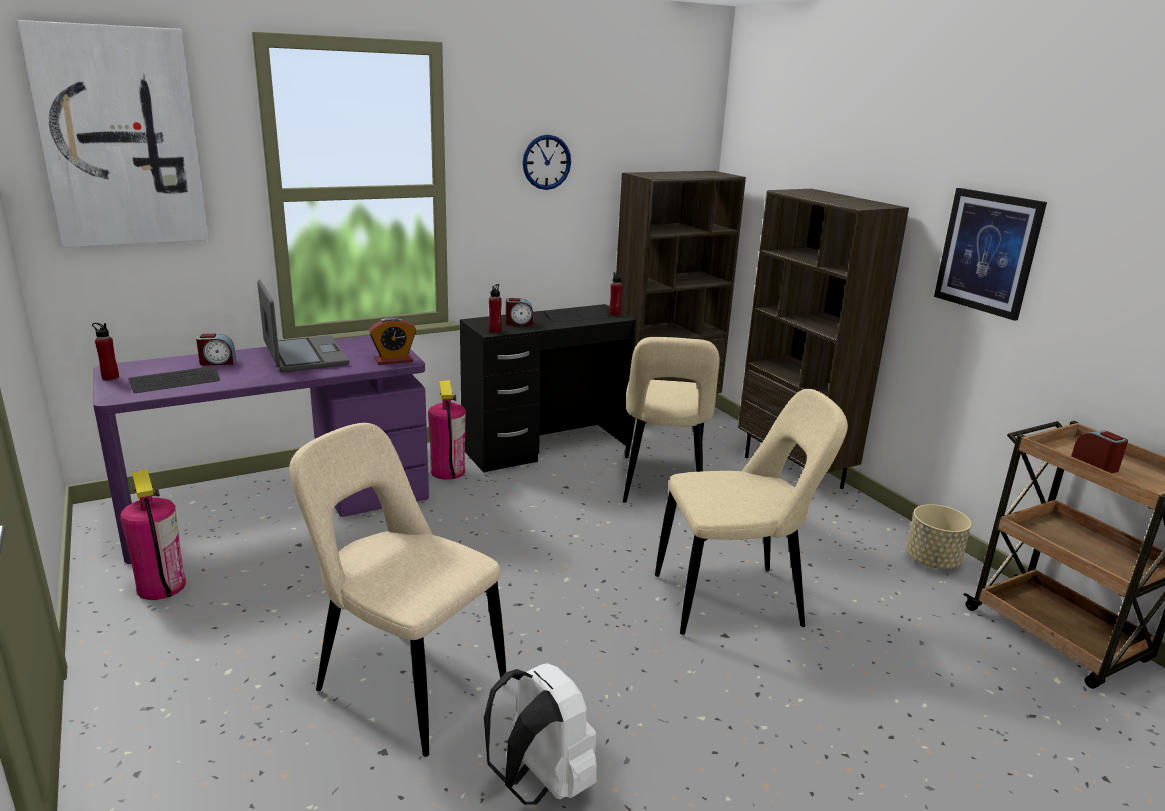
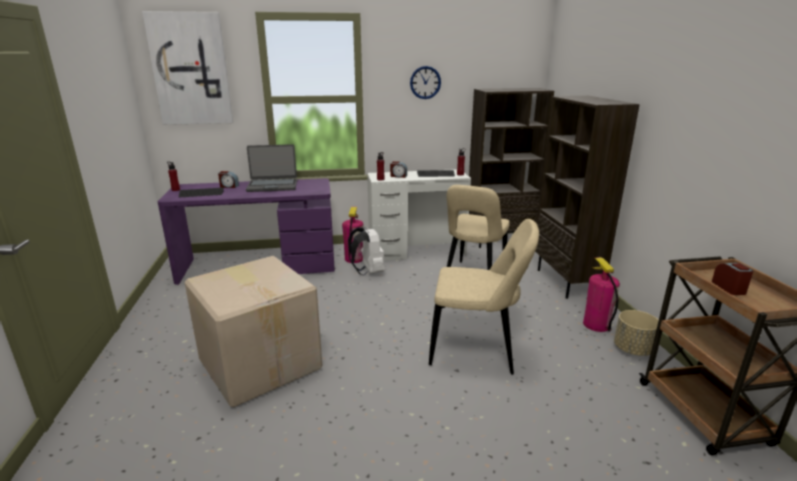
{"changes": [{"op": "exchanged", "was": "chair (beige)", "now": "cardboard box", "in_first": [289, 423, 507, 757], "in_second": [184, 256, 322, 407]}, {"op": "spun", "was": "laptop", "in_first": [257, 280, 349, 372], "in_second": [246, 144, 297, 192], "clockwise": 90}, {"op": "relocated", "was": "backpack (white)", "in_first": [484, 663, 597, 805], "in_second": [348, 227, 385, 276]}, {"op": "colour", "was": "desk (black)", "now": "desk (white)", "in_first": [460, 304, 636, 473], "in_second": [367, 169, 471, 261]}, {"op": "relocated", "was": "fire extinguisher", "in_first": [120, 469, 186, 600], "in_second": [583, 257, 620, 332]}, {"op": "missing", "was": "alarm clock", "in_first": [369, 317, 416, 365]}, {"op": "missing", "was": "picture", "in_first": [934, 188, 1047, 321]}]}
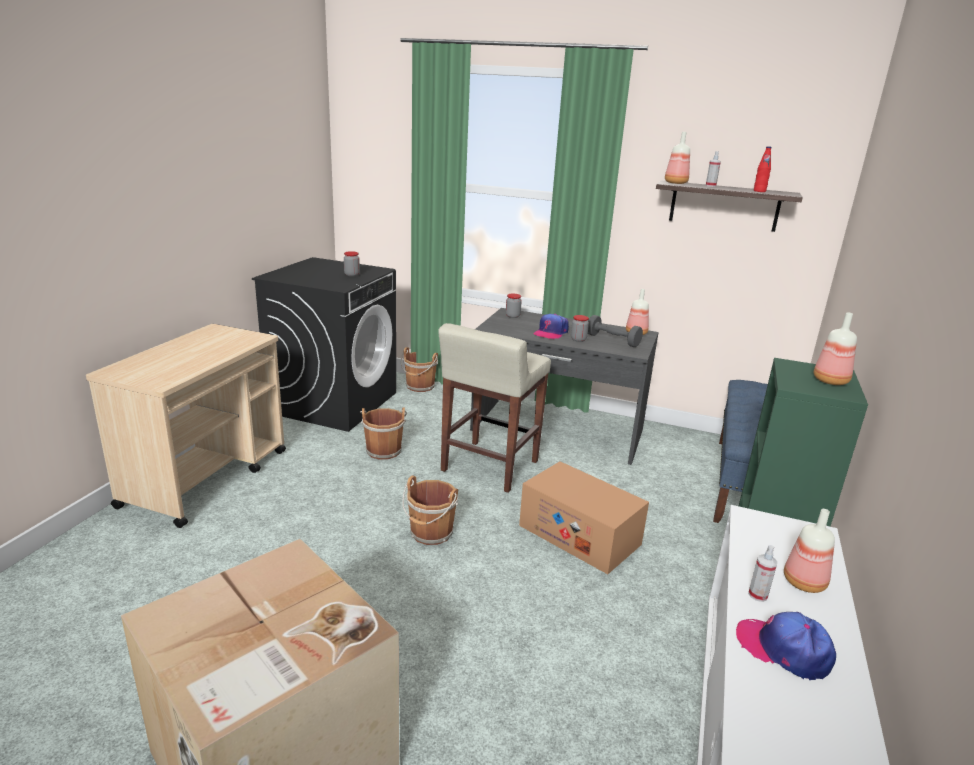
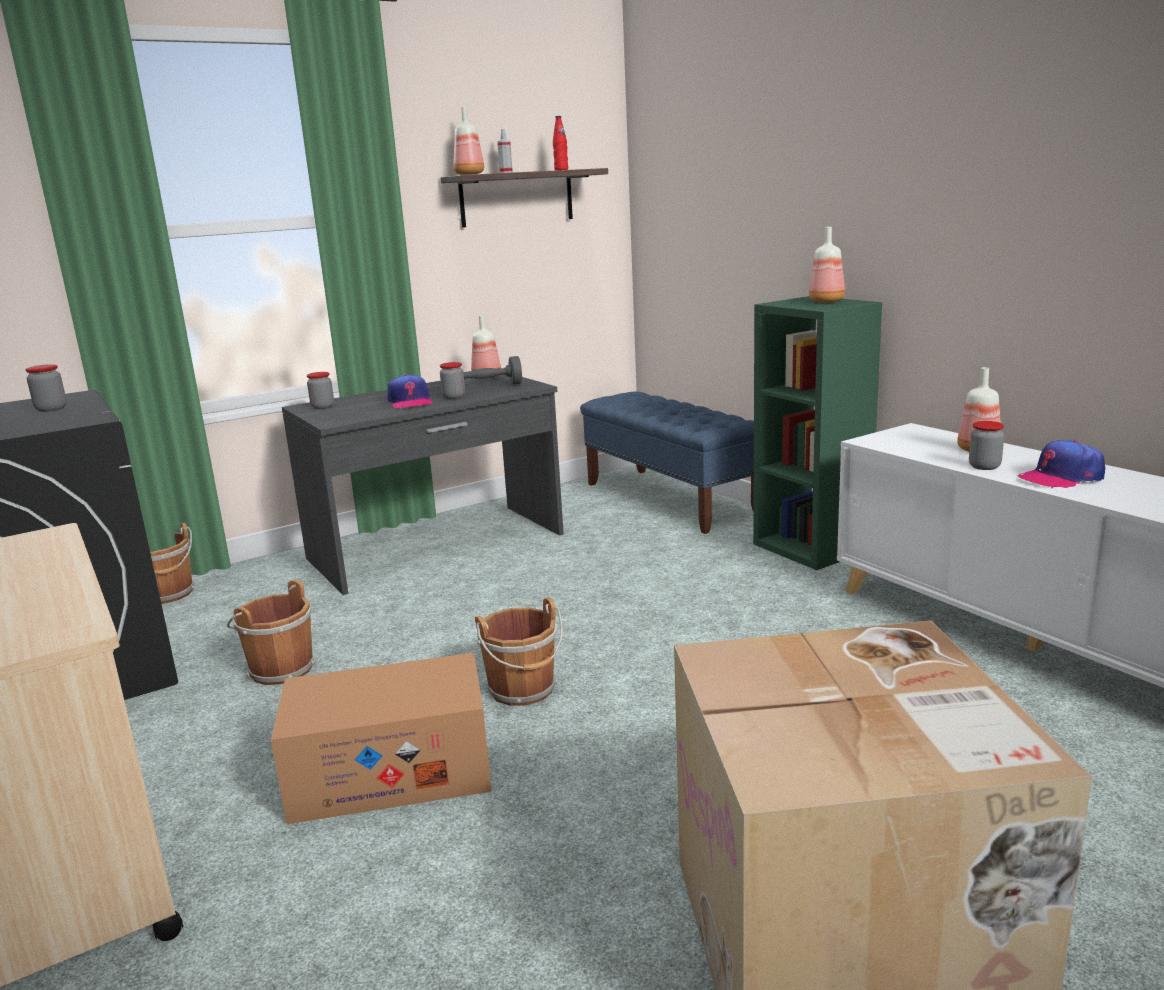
{"changes": [{"op": "relocated", "was": "cardboard box", "in_first": [519, 461, 649, 574], "in_second": [271, 653, 492, 824]}, {"op": "exchanged", "was": "spray bottle", "now": "jar", "in_first": [748, 545, 778, 602], "in_second": [969, 421, 1004, 470]}, {"op": "missing", "was": "stool (beige)", "in_first": [438, 323, 551, 493]}]}
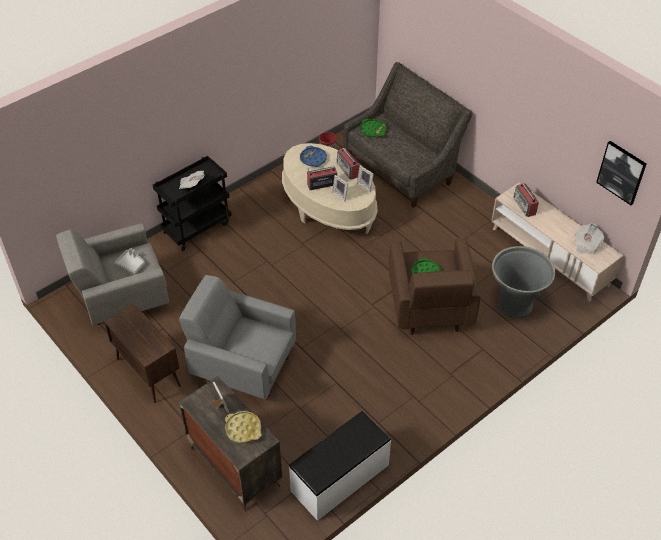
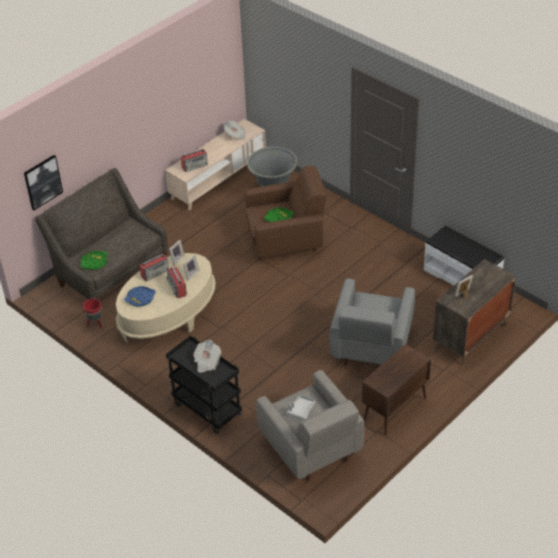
{"changes": [{"op": "relocated", "was": "picture", "in_first": [596, 141, 646, 205], "in_second": [24, 155, 63, 210]}, {"op": "missing", "was": "tray (yellow)", "in_first": [225, 411, 262, 443]}]}
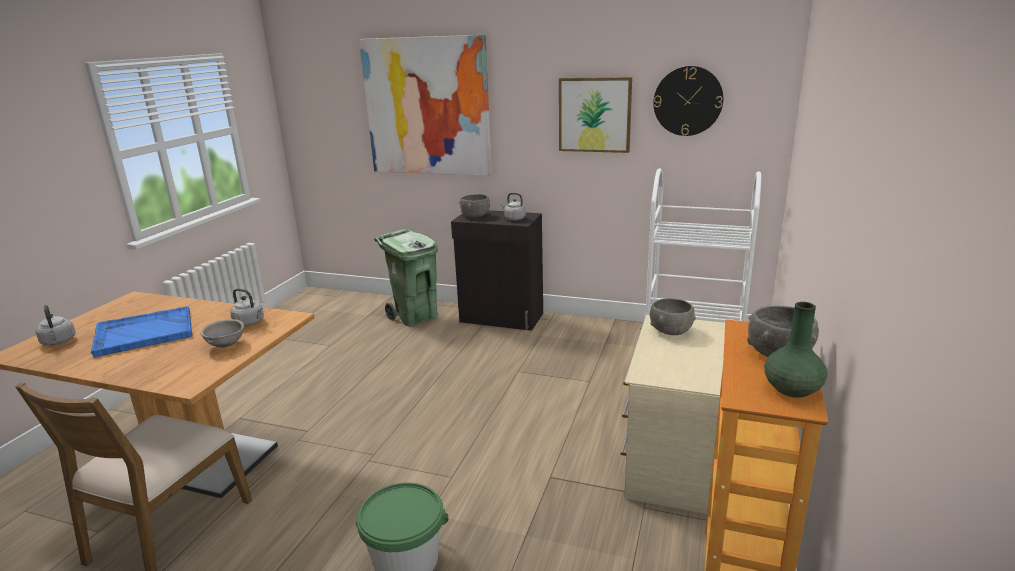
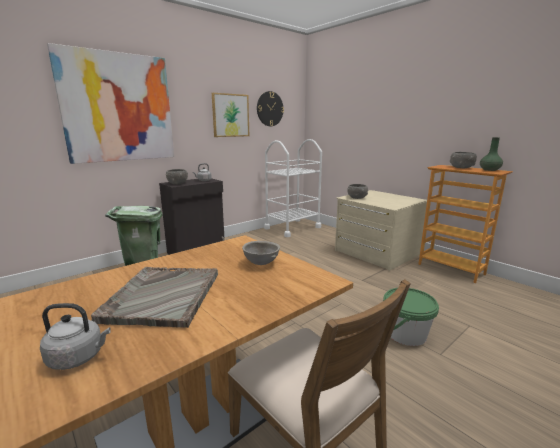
{"changes": [{"op": "colour", "was": "tray (blue)", "now": "tray (grey)", "in_first": [91, 306, 192, 358], "in_second": [91, 267, 218, 328]}, {"op": "missing", "was": "kettle (grey)", "in_first": [230, 288, 264, 326]}]}
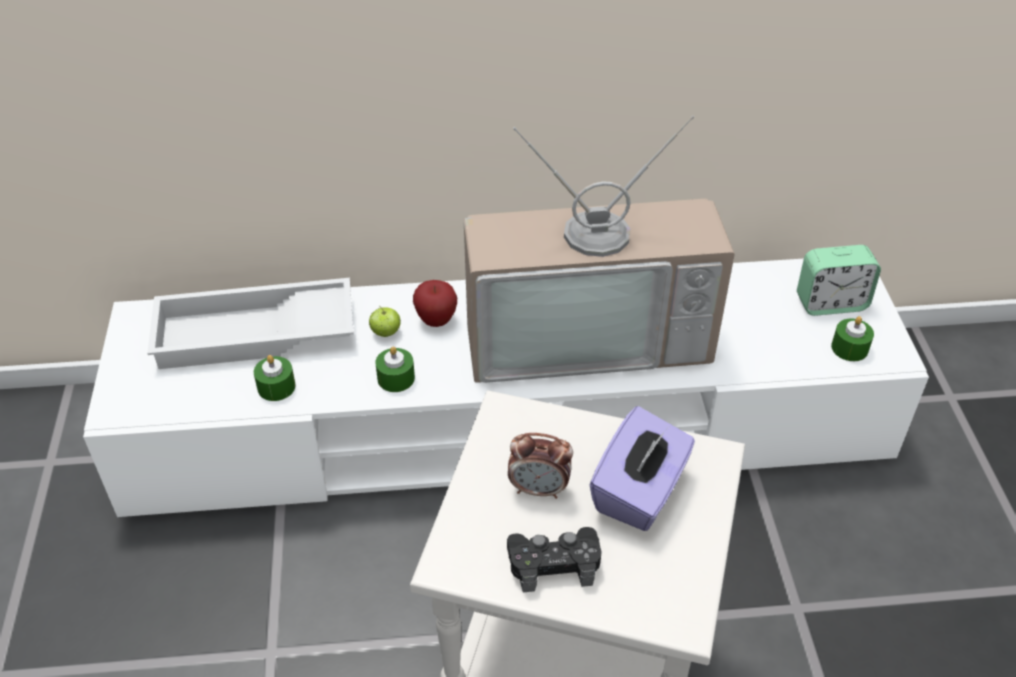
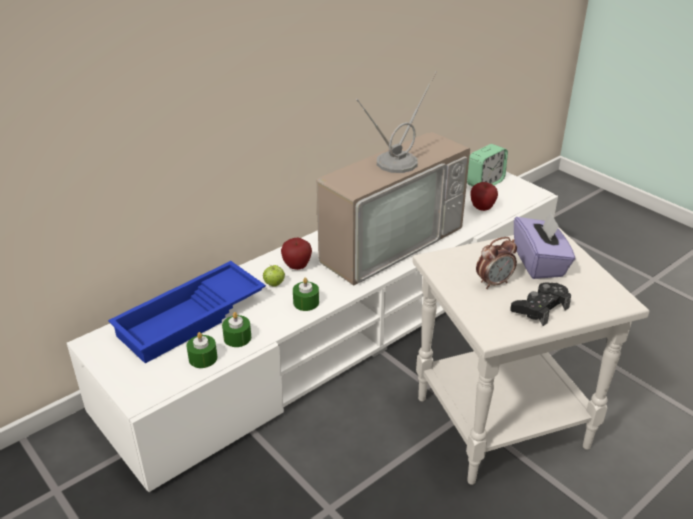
{"changes": [{"op": "colour", "was": "tray (white)", "now": "tray (blue)", "in_first": [147, 278, 354, 369], "in_second": [108, 261, 266, 363]}, {"op": "relocated", "was": "candle (green)", "in_first": [831, 316, 874, 361], "in_second": [187, 332, 217, 368]}, {"op": "appeared", "now": "apple", "in_second": [470, 182, 498, 211]}]}
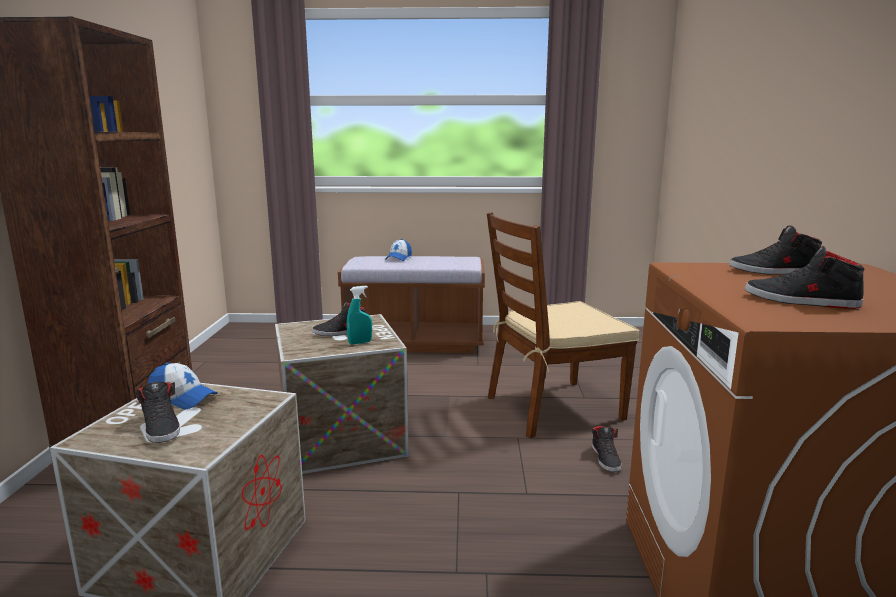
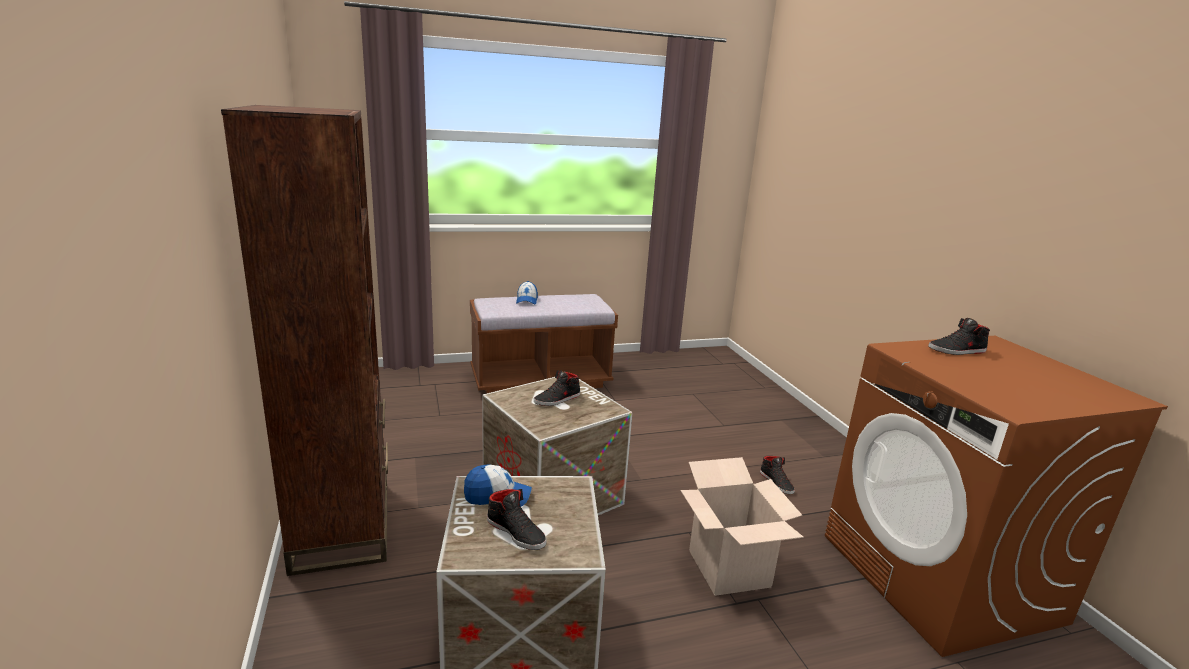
{"changes": [{"op": "appeared", "now": "cardboard box", "in_second": [681, 457, 804, 596]}, {"op": "missing", "was": "spray bottle (turquoise)", "in_first": [346, 286, 372, 345]}, {"op": "missing", "was": "chair (brown)", "in_first": [487, 212, 639, 438]}, {"op": "missing", "was": "shoe (black)", "in_first": [745, 246, 864, 309]}]}
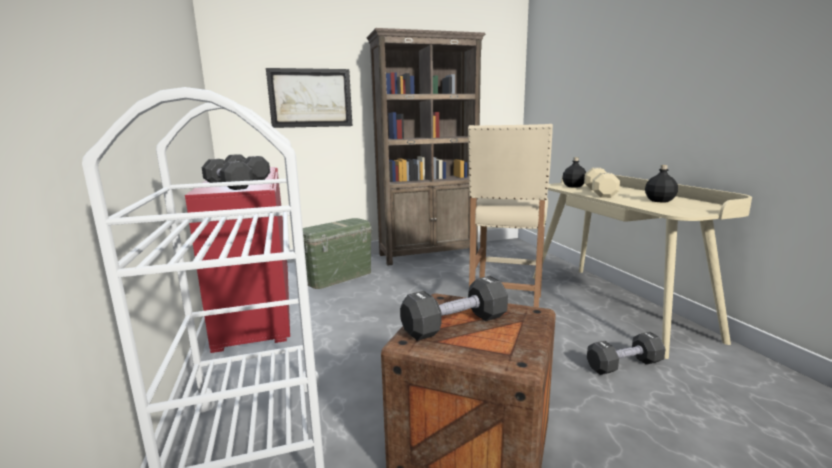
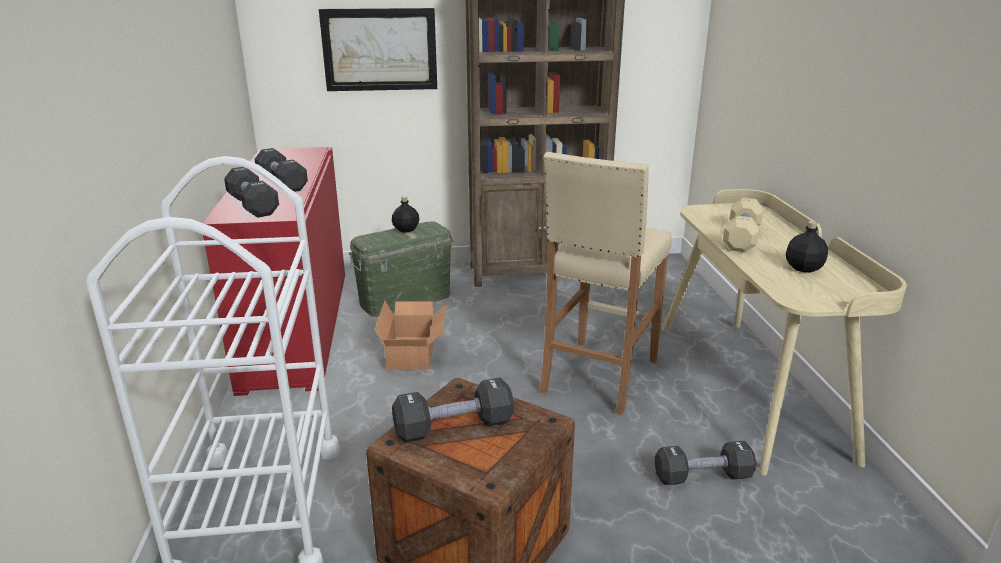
{"changes": [{"op": "appeared", "now": "cardboard box", "in_second": [375, 301, 447, 369]}, {"op": "relocated", "was": "bottle (black)", "in_first": [562, 158, 587, 188], "in_second": [392, 197, 419, 232]}]}
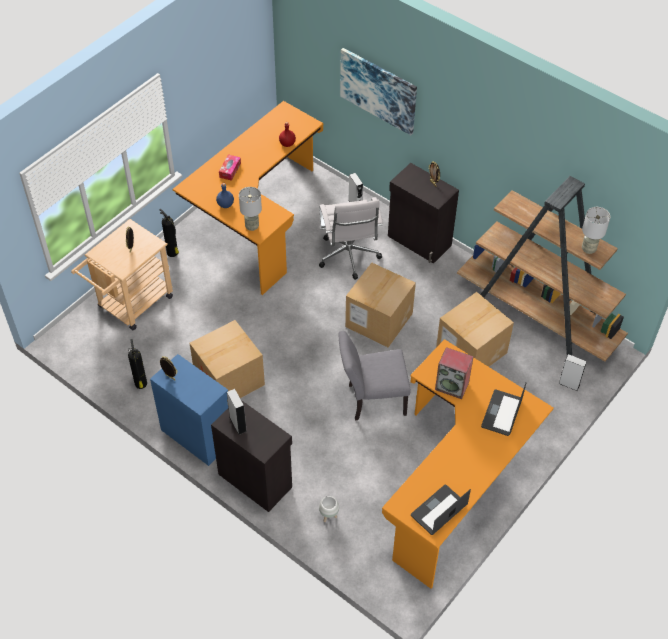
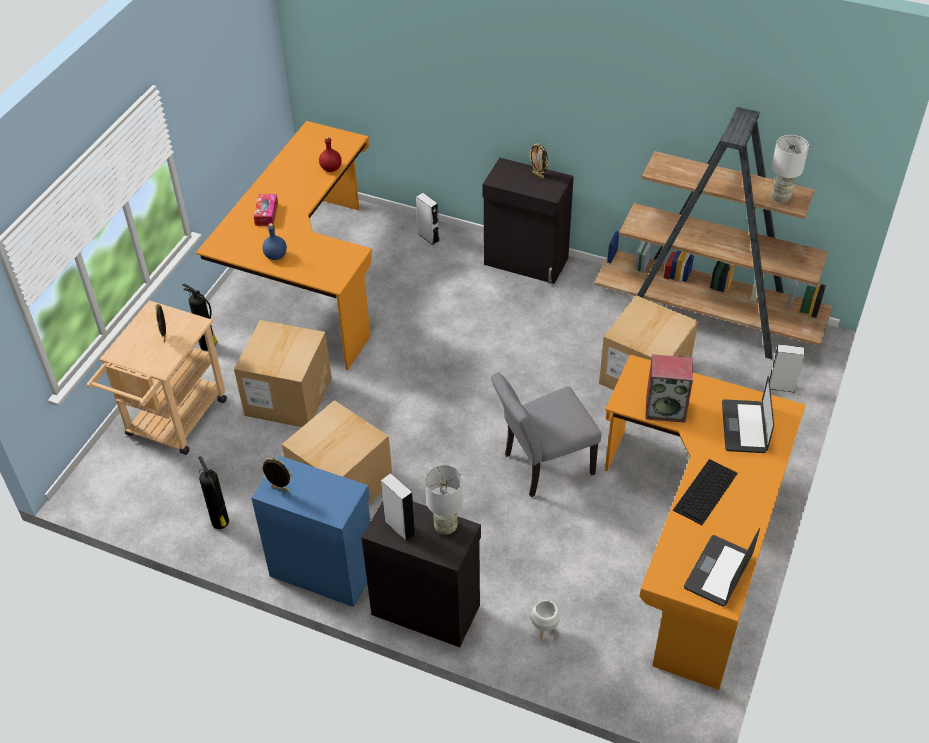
{"changes": [{"op": "relocated", "was": "cardboard box", "in_first": [345, 263, 416, 348], "in_second": [234, 320, 332, 427]}, {"op": "relocated", "was": "table lamp (grey)", "in_first": [239, 187, 262, 231], "in_second": [425, 465, 463, 535]}, {"op": "appeared", "now": "keyboard", "in_second": [673, 459, 738, 525]}, {"op": "missing", "was": "office chair (white)", "in_first": [319, 197, 383, 280]}, {"op": "missing", "was": "picture", "in_first": [340, 48, 417, 135]}]}
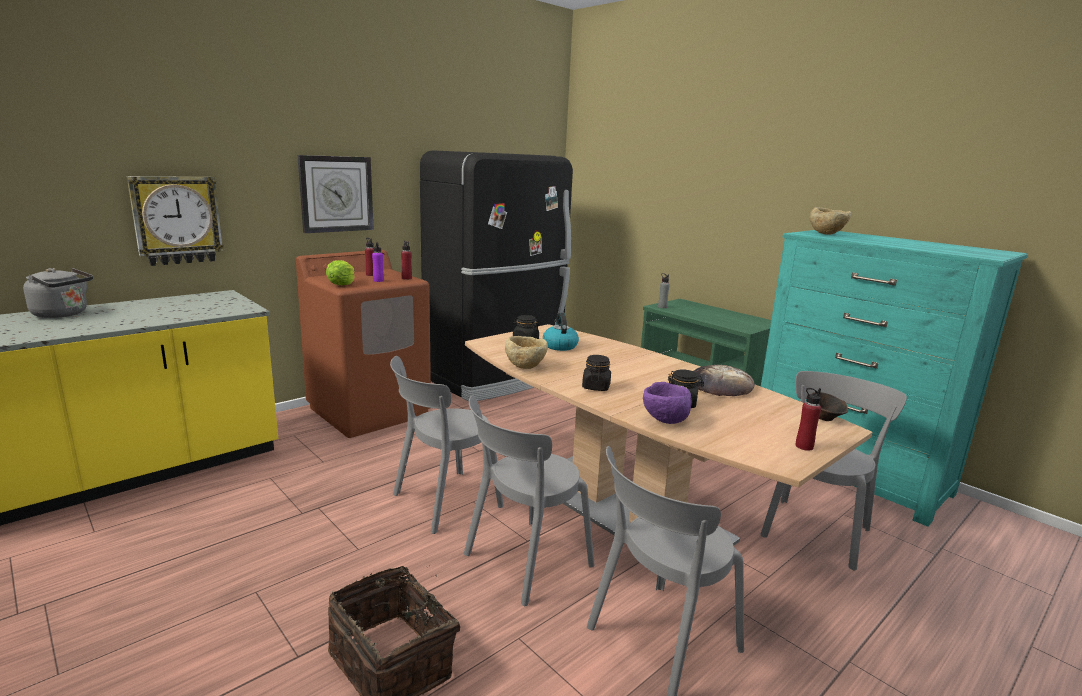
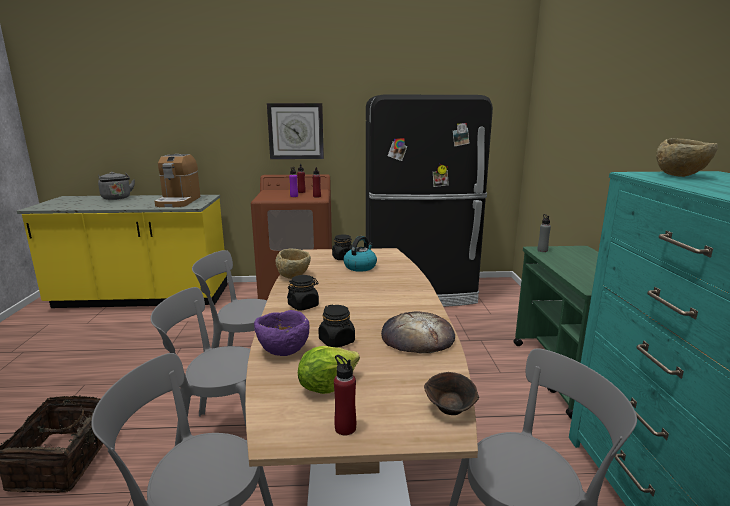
{"changes": [{"op": "appeared", "now": "coffee machine", "in_second": [155, 154, 200, 207]}, {"op": "relocated", "was": "lettuce", "in_first": [326, 260, 354, 285], "in_second": [298, 346, 360, 394]}, {"op": "missing", "was": "wall clock", "in_first": [127, 176, 224, 266]}]}
